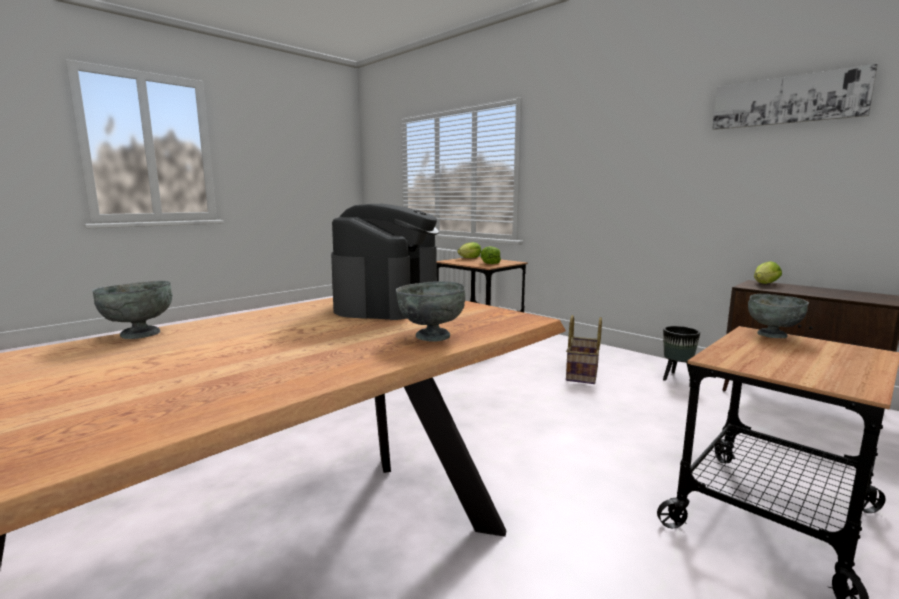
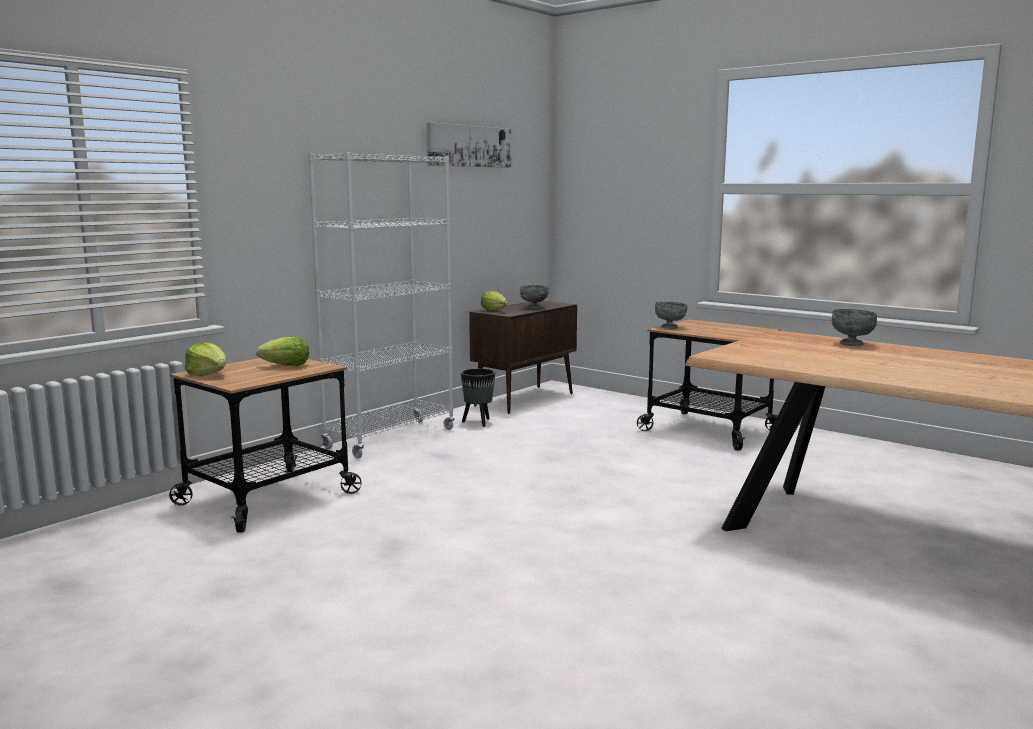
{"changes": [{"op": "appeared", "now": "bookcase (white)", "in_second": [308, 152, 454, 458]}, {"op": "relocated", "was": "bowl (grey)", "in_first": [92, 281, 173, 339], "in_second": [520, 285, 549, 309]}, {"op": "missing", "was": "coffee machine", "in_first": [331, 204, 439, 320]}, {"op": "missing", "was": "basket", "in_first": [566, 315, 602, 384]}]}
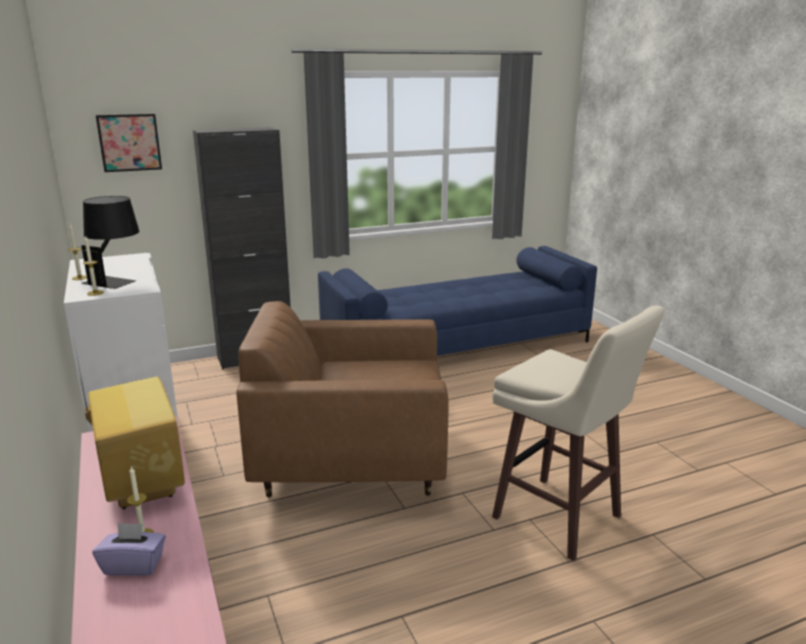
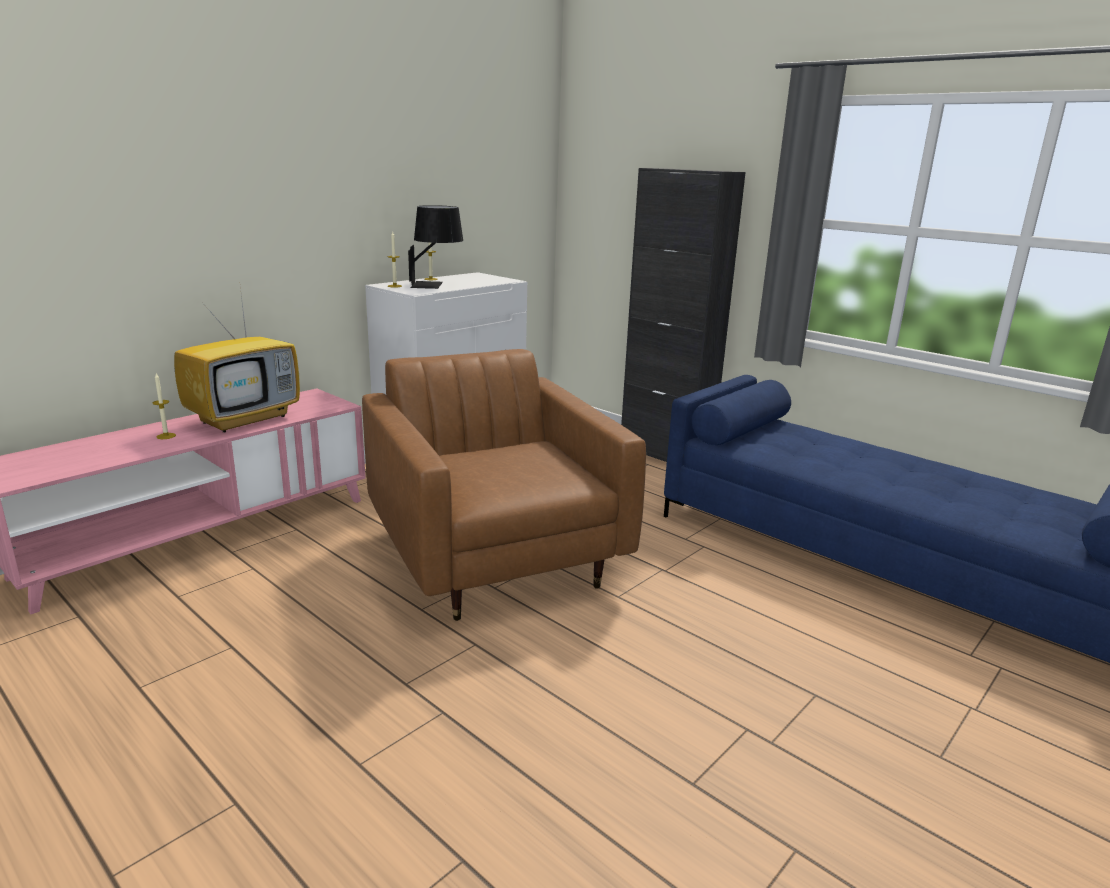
{"changes": [{"op": "missing", "was": "tissue box (purple)", "in_first": [92, 523, 166, 575]}, {"op": "missing", "was": "picture", "in_first": [96, 114, 162, 172]}, {"op": "missing", "was": "stool (beige)", "in_first": [492, 306, 664, 561]}]}
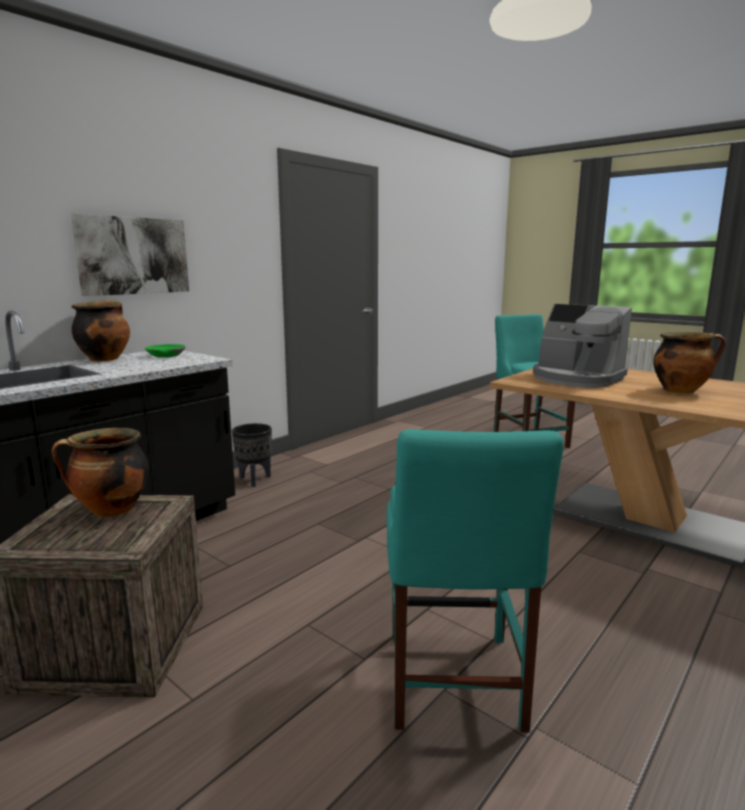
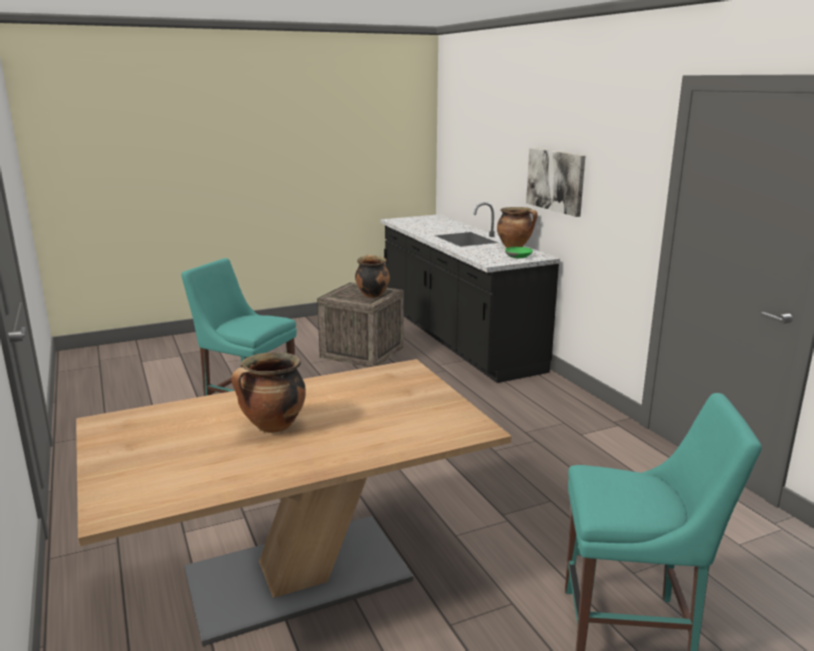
{"changes": [{"op": "missing", "was": "planter (black)", "in_first": [232, 423, 272, 487]}, {"op": "missing", "was": "coffee machine", "in_first": [533, 304, 632, 388]}]}
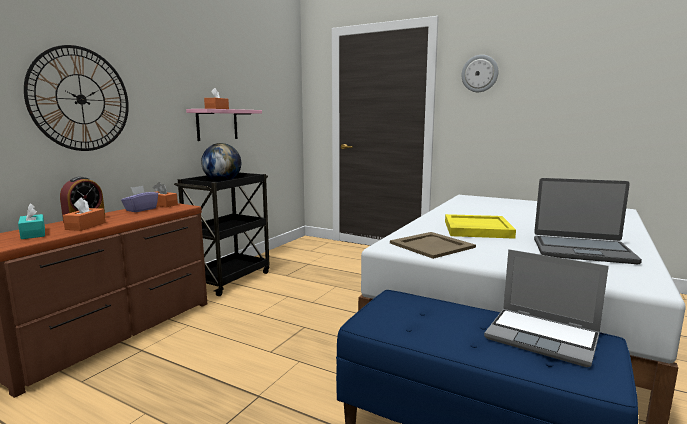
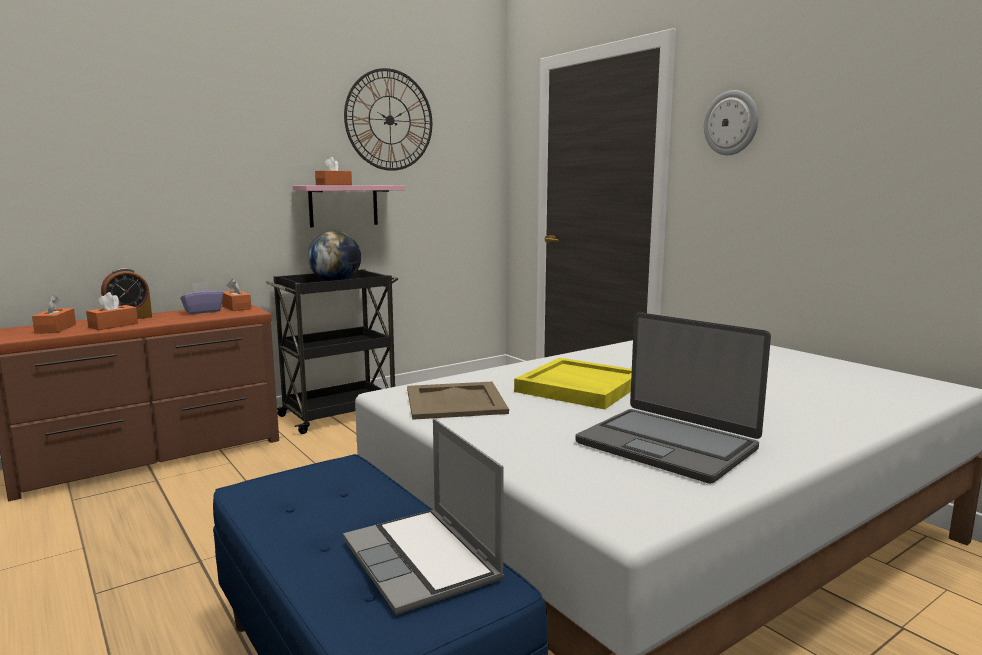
{"changes": [{"op": "colour", "was": "tissue box (turquoise)", "now": "tissue box (orange)", "in_first": [18, 203, 45, 239], "in_second": [32, 295, 76, 334]}, {"op": "relocated", "was": "wall clock", "in_first": [24, 45, 129, 151], "in_second": [344, 68, 432, 171]}]}
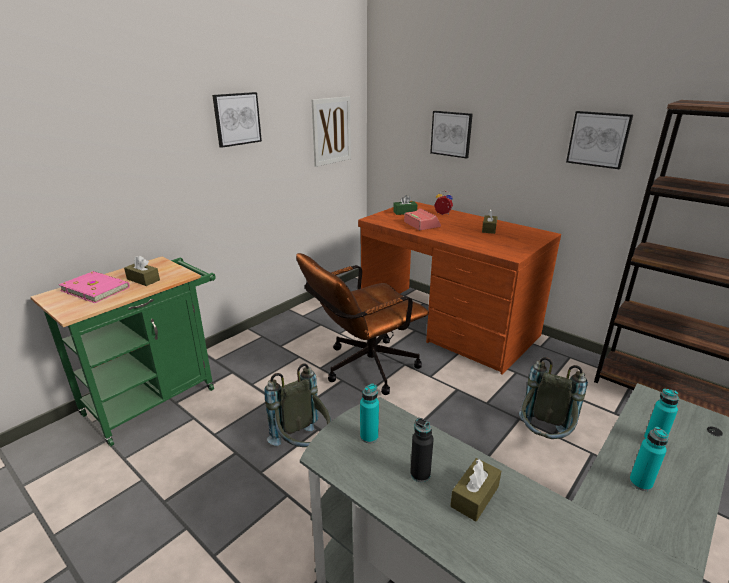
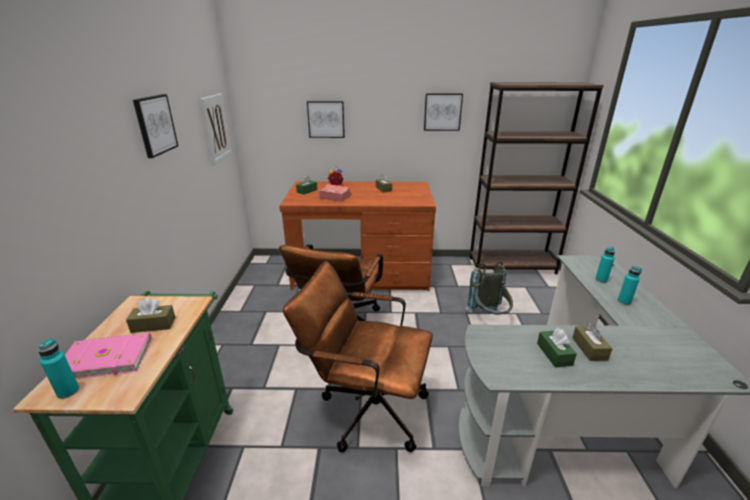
{"changes": [{"op": "relocated", "was": "bottle (turquoise)", "in_first": [360, 384, 379, 443], "in_second": [38, 338, 79, 399]}, {"op": "exchanged", "was": "backpack (grey)", "now": "office chair (brown)", "in_first": [264, 363, 331, 447], "in_second": [283, 261, 433, 453]}, {"op": "exchanged", "was": "bottle (black)", "now": "tissue box (green)", "in_first": [410, 418, 434, 482], "in_second": [537, 328, 577, 368]}]}
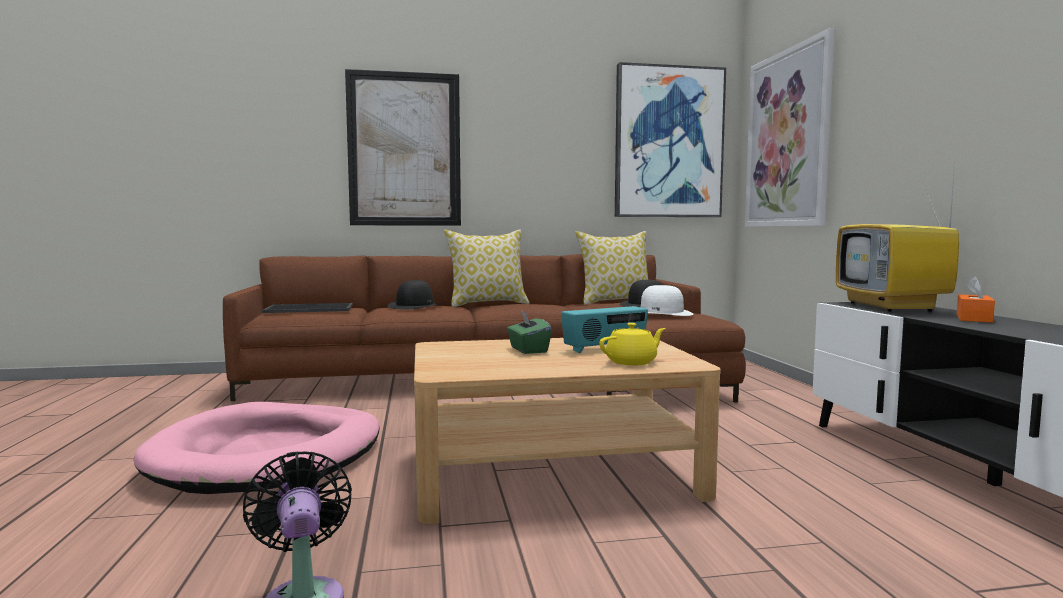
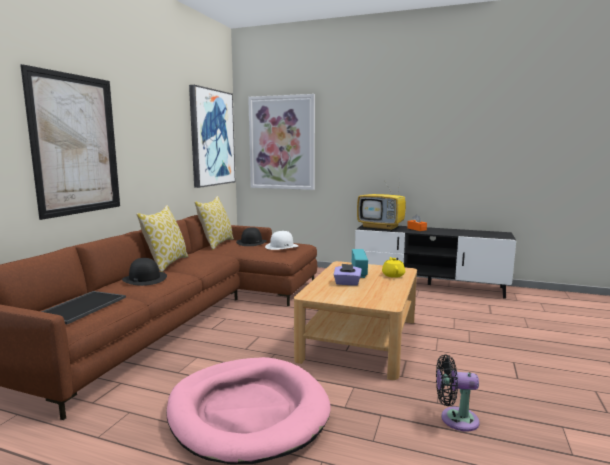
{"changes": [{"op": "colour", "was": "tissue box (green)", "now": "tissue box (purple)", "in_first": [507, 311, 552, 354], "in_second": [334, 264, 362, 286]}]}
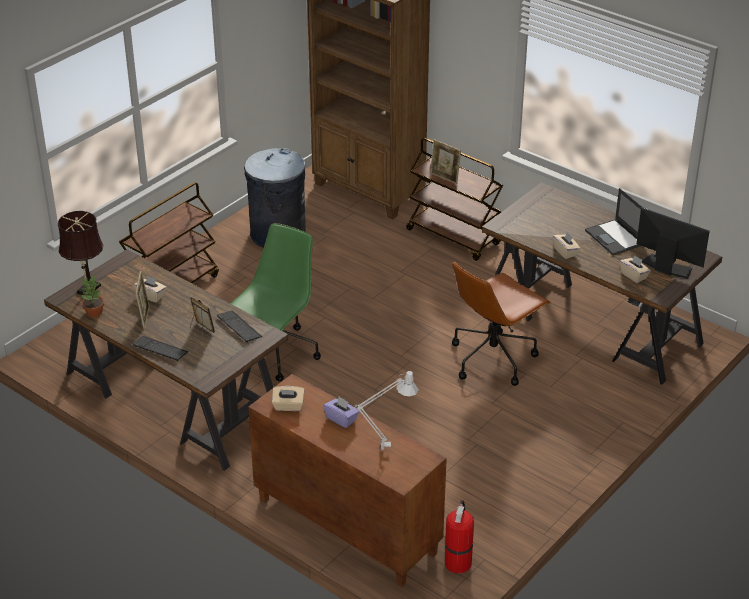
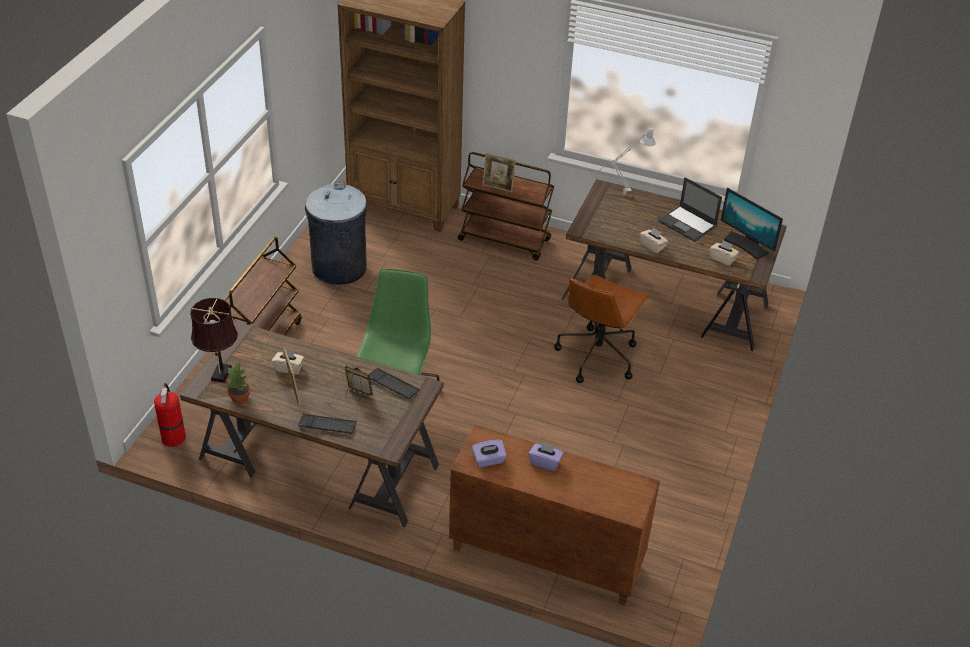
{"changes": [{"op": "relocated", "was": "fire extinguisher", "in_first": [444, 500, 474, 573], "in_second": [154, 383, 186, 447]}, {"op": "colour", "was": "tissue box (beige)", "now": "tissue box (purple)", "in_first": [272, 386, 305, 411], "in_second": [472, 440, 507, 467]}, {"op": "relocated", "was": "table lamp (grey)", "in_first": [337, 371, 419, 450], "in_second": [597, 127, 656, 195]}, {"op": "spun", "was": "monitor", "in_first": [636, 207, 710, 279], "in_second": [720, 188, 783, 260], "clockwise": -150}]}
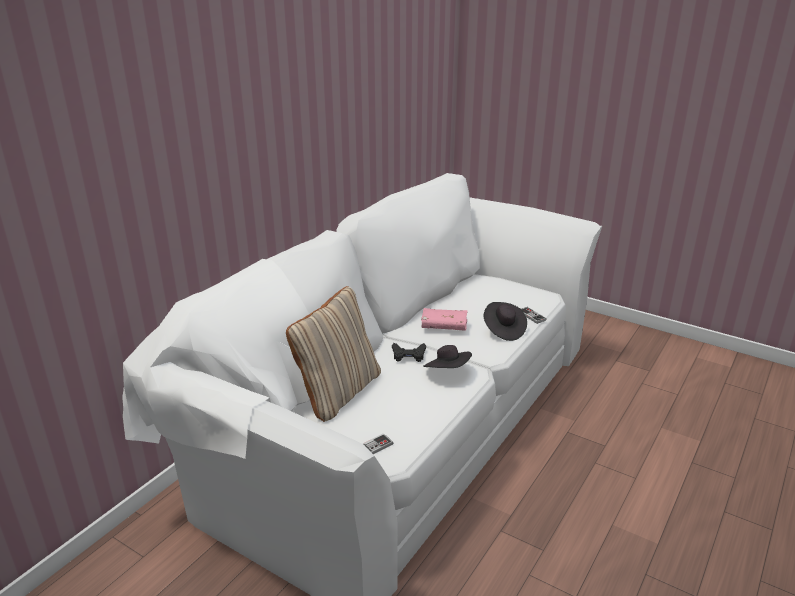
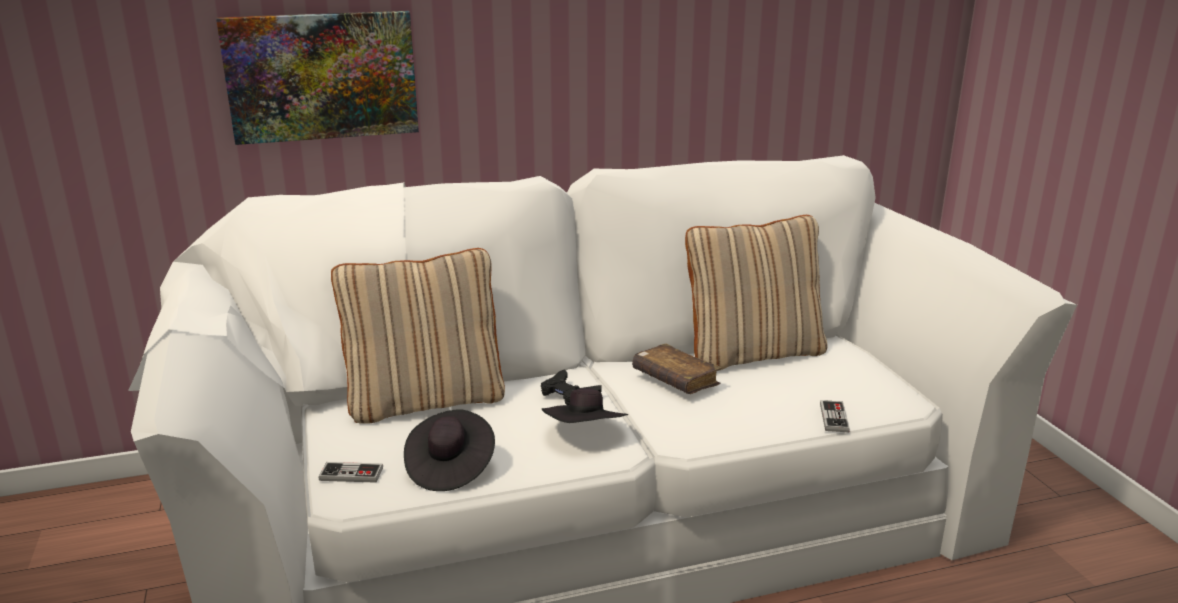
{"changes": [{"op": "appeared", "now": "picture", "in_second": [216, 11, 419, 145]}, {"op": "relocated", "was": "hat (black)", "in_first": [484, 302, 527, 341], "in_second": [404, 409, 495, 491]}, {"op": "colour", "was": "book (pink)", "now": "book (brown)", "in_first": [421, 308, 468, 331], "in_second": [632, 344, 722, 394]}, {"op": "appeared", "now": "pillow (beige)", "in_second": [685, 215, 827, 371]}]}
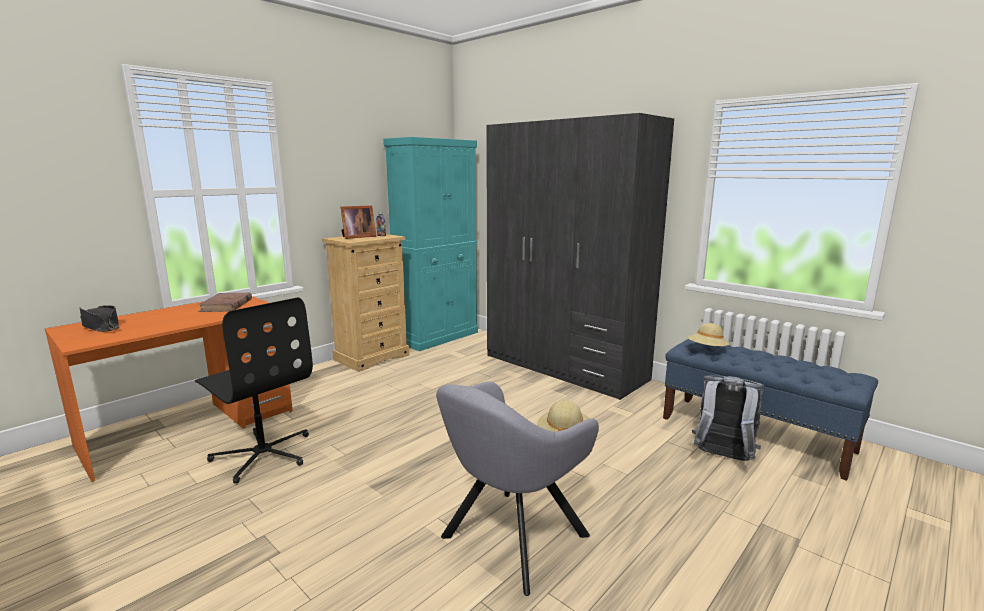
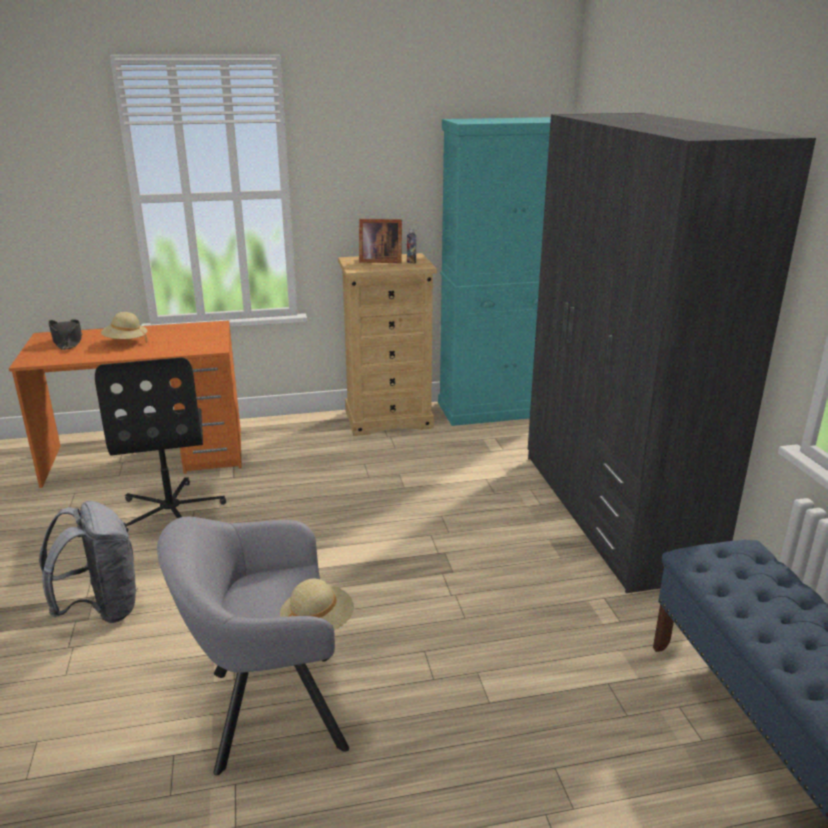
{"changes": [{"op": "relocated", "was": "backpack (grey)", "in_first": [692, 376, 764, 461], "in_second": [39, 501, 138, 623]}, {"op": "relocated", "was": "hat (beige)", "in_first": [688, 323, 730, 347], "in_second": [101, 312, 148, 343]}, {"op": "missing", "was": "book (brown)", "in_first": [198, 293, 252, 312]}]}
